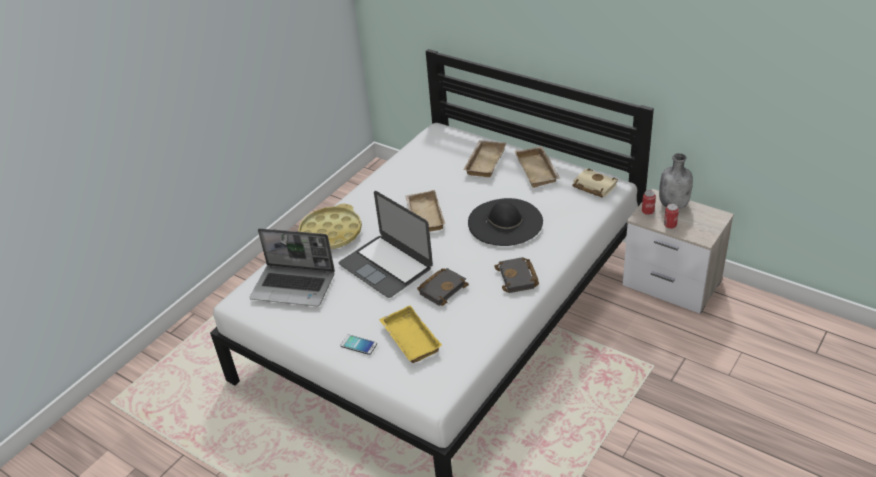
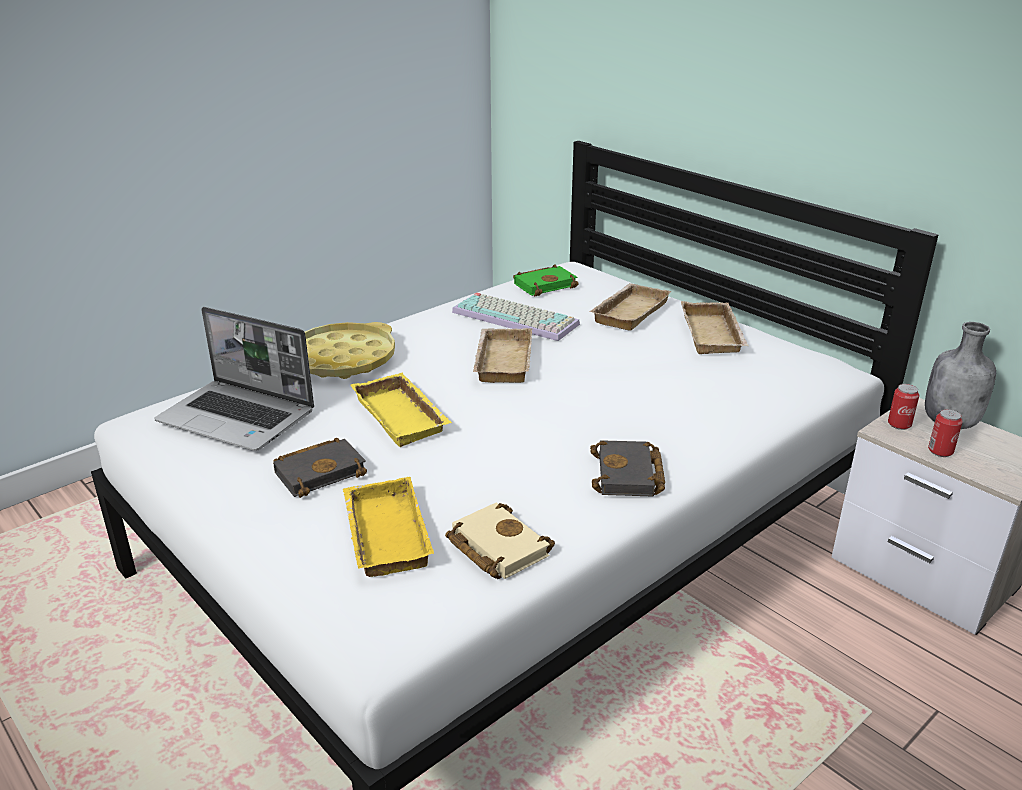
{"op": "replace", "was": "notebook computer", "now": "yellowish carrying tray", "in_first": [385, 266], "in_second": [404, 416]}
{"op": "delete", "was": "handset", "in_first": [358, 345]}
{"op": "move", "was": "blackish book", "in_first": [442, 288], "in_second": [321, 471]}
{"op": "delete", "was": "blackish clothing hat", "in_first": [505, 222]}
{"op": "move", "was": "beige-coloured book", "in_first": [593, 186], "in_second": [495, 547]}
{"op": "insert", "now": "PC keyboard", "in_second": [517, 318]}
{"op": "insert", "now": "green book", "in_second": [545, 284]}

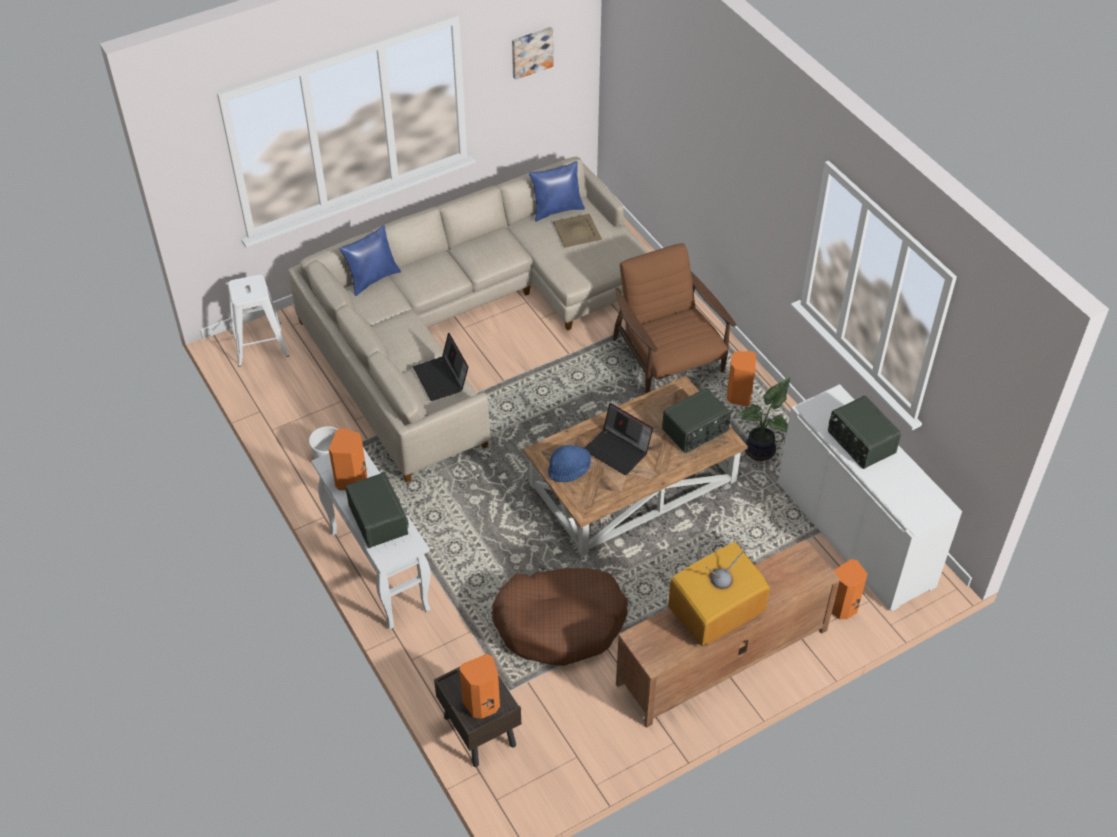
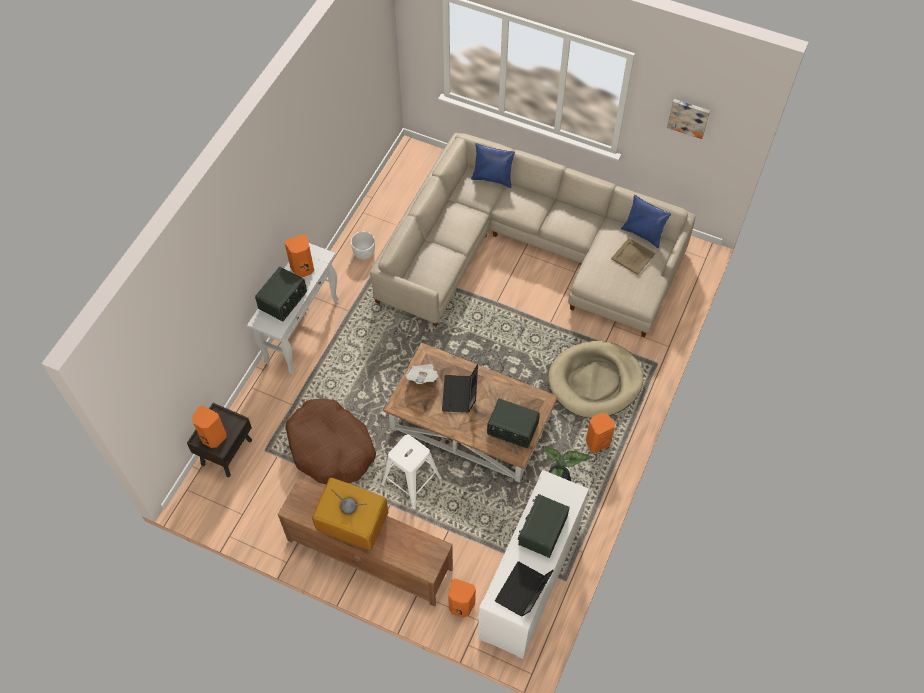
{"op": "move", "was": "whitish stool seat", "in_first": [259, 343], "in_second": [411, 480]}
{"op": "move", "was": "notebook computer", "in_first": [442, 379], "in_second": [523, 592]}
{"op": "replace", "was": "blue-coloured clothing hat", "now": "newspaper", "in_first": [569, 470], "in_second": [423, 377]}
{"op": "replace", "was": "brownish lounge chair", "now": "beige-coloured dog bed", "in_first": [668, 359], "in_second": [595, 381]}

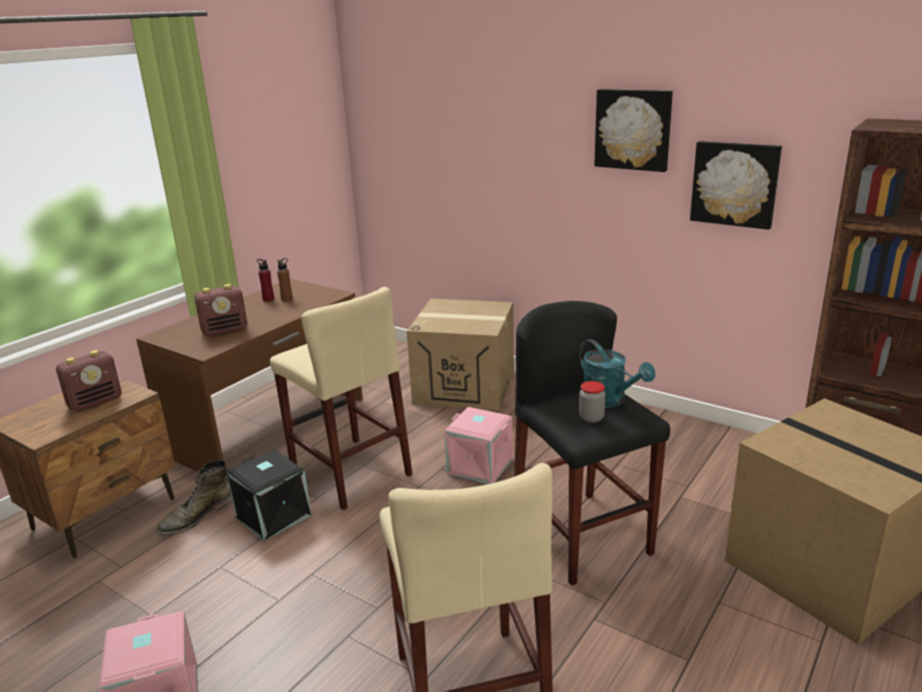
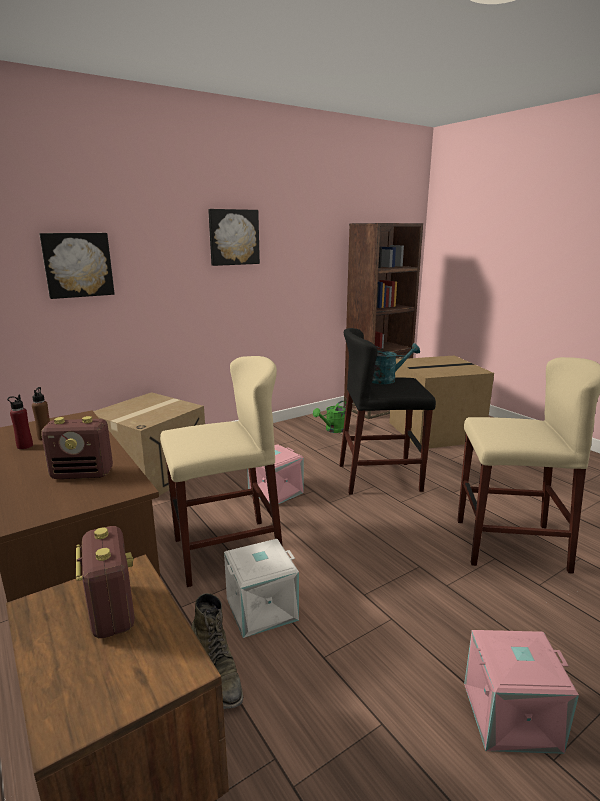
{"op": "rotate", "was": "radio", "in_first": [225, 331], "in_second": [83, 474], "clockwise": 90}
{"op": "recolor", "was": "blackish storage box", "now": "whitish storage box", "in_first": [274, 516], "in_second": [261, 608]}
{"op": "delete", "was": "preserve jar", "in_first": [591, 418]}
{"op": "move", "was": "picture", "in_first": [735, 184], "in_second": [78, 265]}
{"op": "insert", "now": "green watering can", "in_second": [332, 430]}

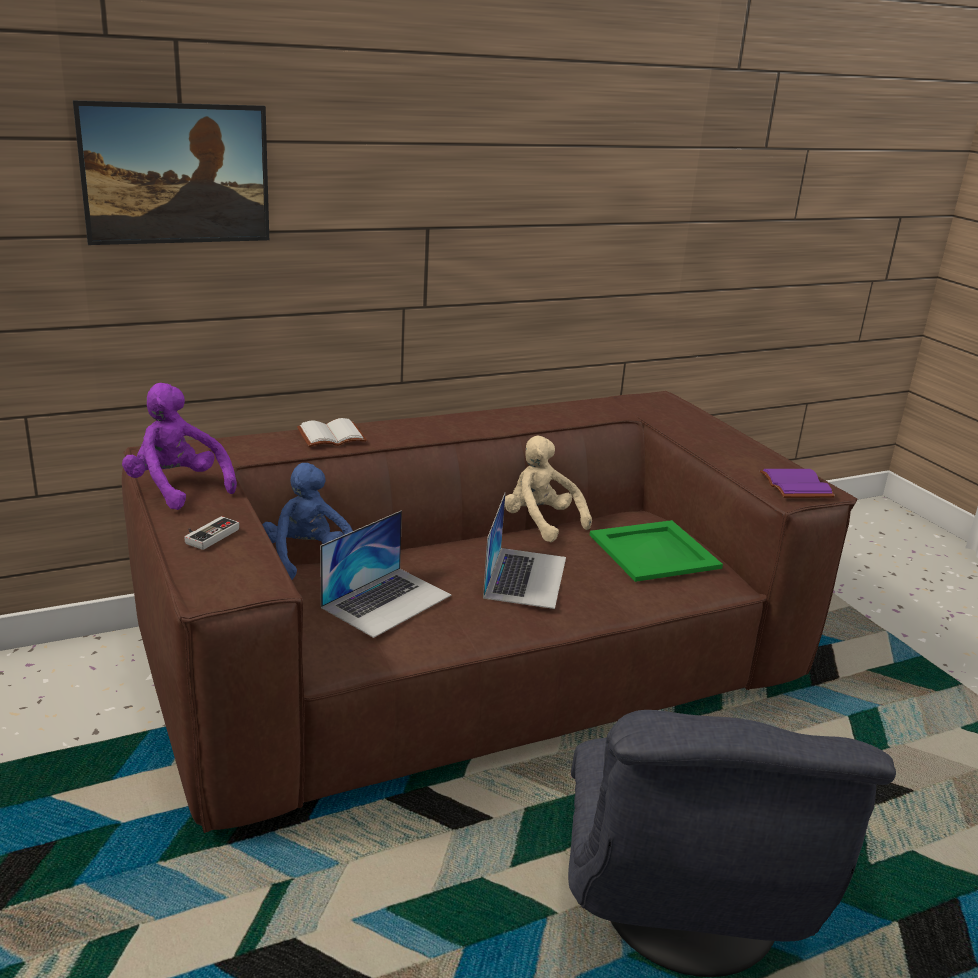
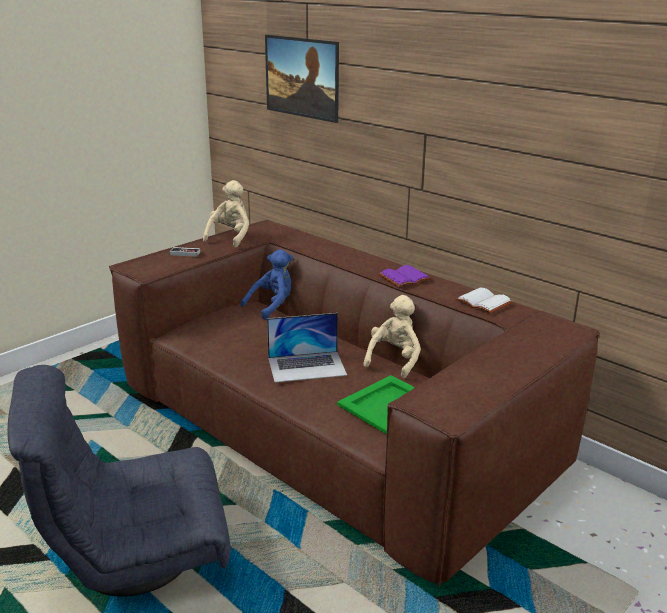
{"op": "recolor", "was": "purple cuddly toy", "now": "beige-coloured cuddly toy", "in_first": [177, 488], "in_second": [230, 237]}
{"op": "move", "was": "whitish book", "in_first": [331, 437], "in_second": [482, 302]}
{"op": "delete", "was": "notebook computer", "in_first": [387, 601]}
{"op": "move", "was": "purple book", "in_first": [793, 485], "in_second": [404, 277]}

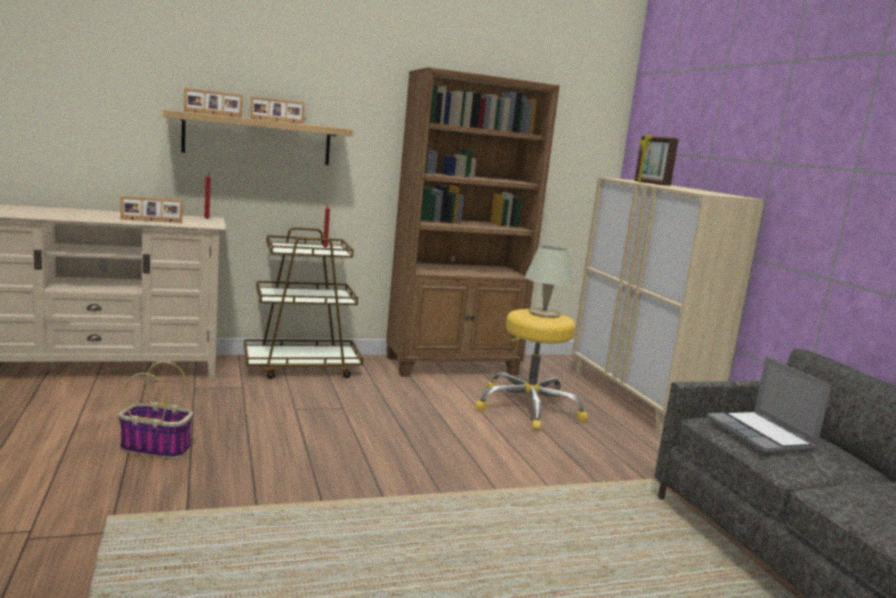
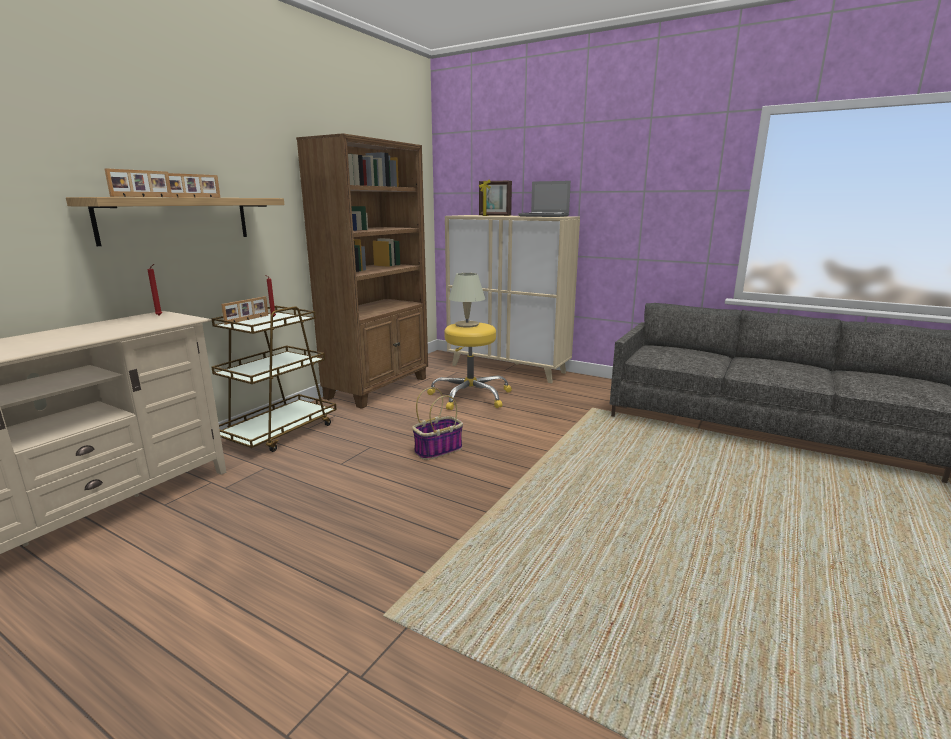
{"op": "move", "was": "storage basket", "in_first": [157, 448], "in_second": [438, 450]}
{"op": "move", "was": "standing frame", "in_first": [151, 221], "in_second": [247, 319]}
{"op": "move", "was": "notebook computer", "in_first": [761, 435], "in_second": [544, 216]}

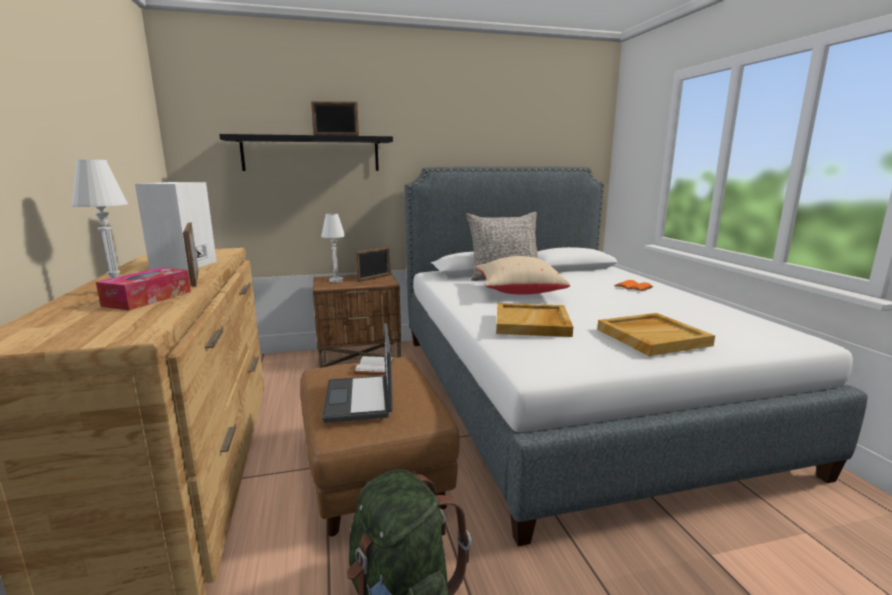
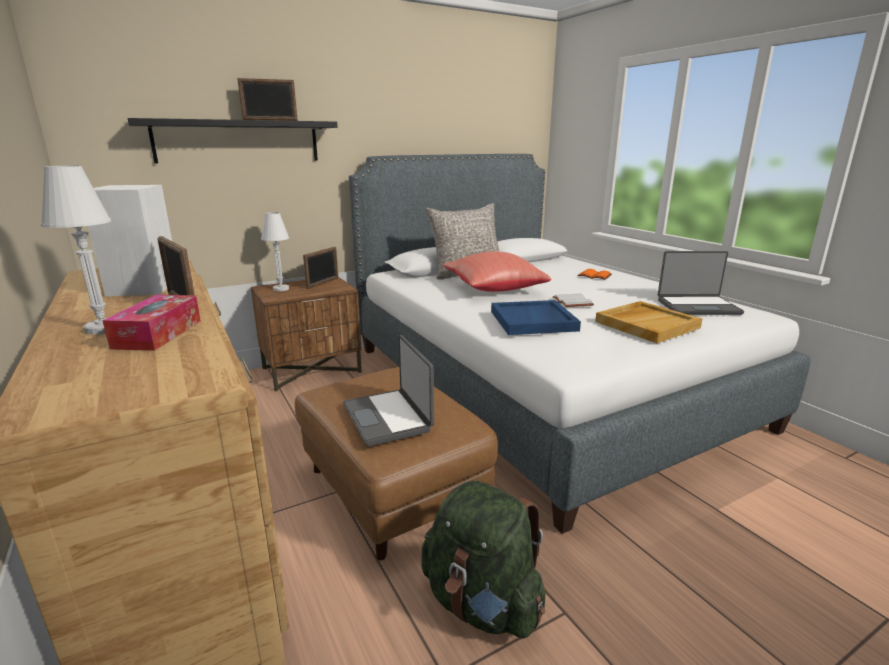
{"op": "move", "was": "whitish book", "in_first": [373, 366], "in_second": [571, 302]}
{"op": "recolor", "was": "beige-coloured throw pillow", "now": "red-coloured throw pillow", "in_first": [518, 292], "in_second": [493, 289]}
{"op": "recolor", "was": "beige-coloured carrying tray", "now": "blue-coloured carrying tray", "in_first": [532, 323], "in_second": [534, 321]}
{"op": "insert", "now": "notebook computer", "in_second": [697, 306]}

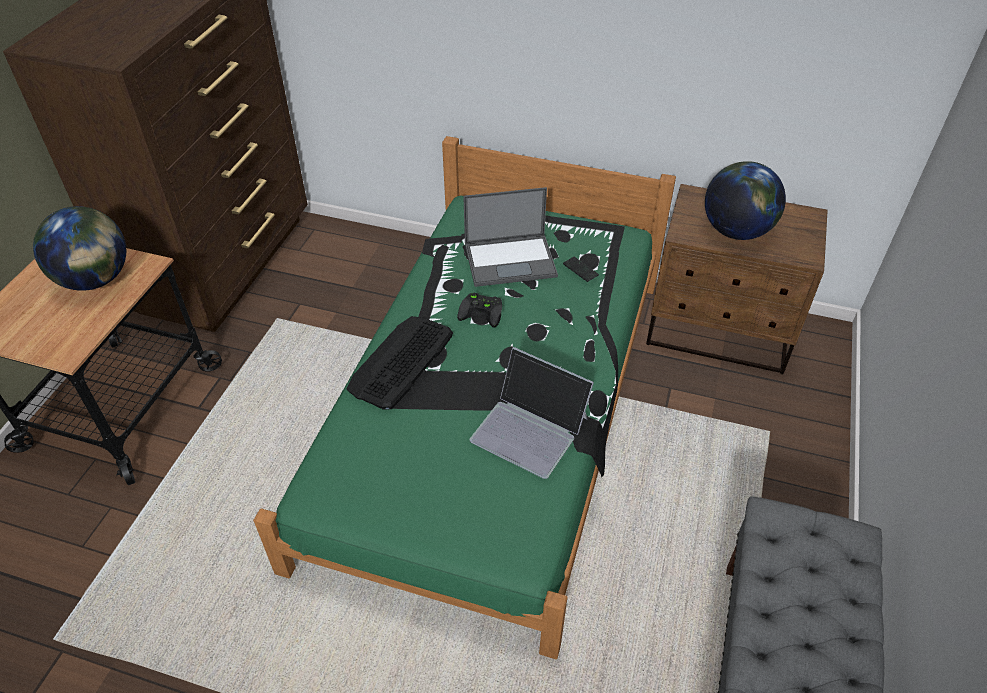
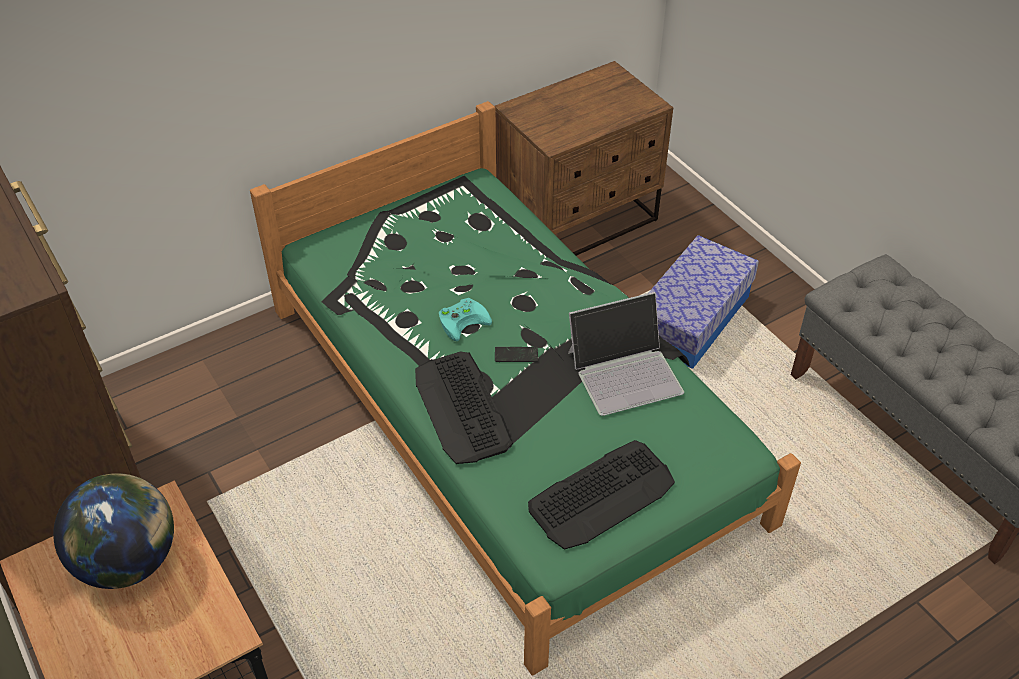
{"op": "recolor", "was": "blackish gamepad", "now": "turquoise-coloured gamepad", "in_first": [483, 311], "in_second": [463, 319]}
{"op": "delete", "was": "notebook computer", "in_first": [511, 260]}
{"op": "move", "was": "handset", "in_first": [580, 270], "in_second": [516, 355]}
{"op": "delete", "was": "globe", "in_first": [736, 230]}
{"op": "insert", "now": "PC keyboard", "in_second": [602, 495]}
{"op": "insert", "now": "storage box", "in_second": [692, 318]}

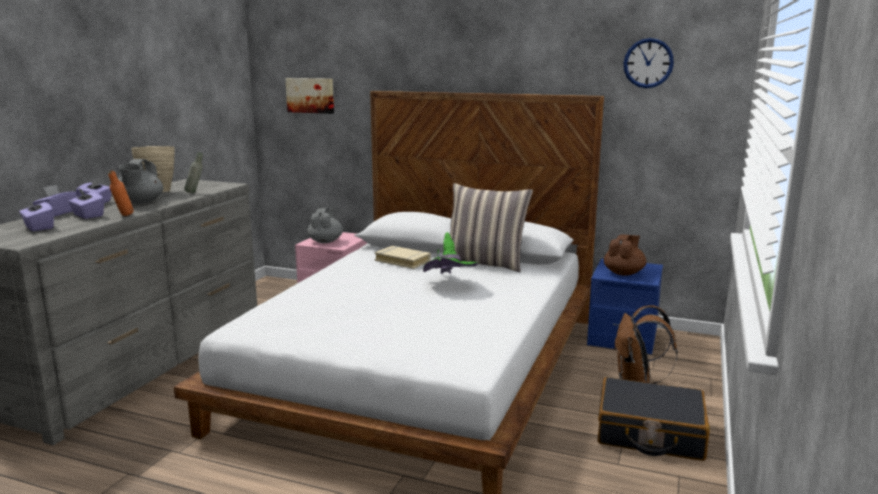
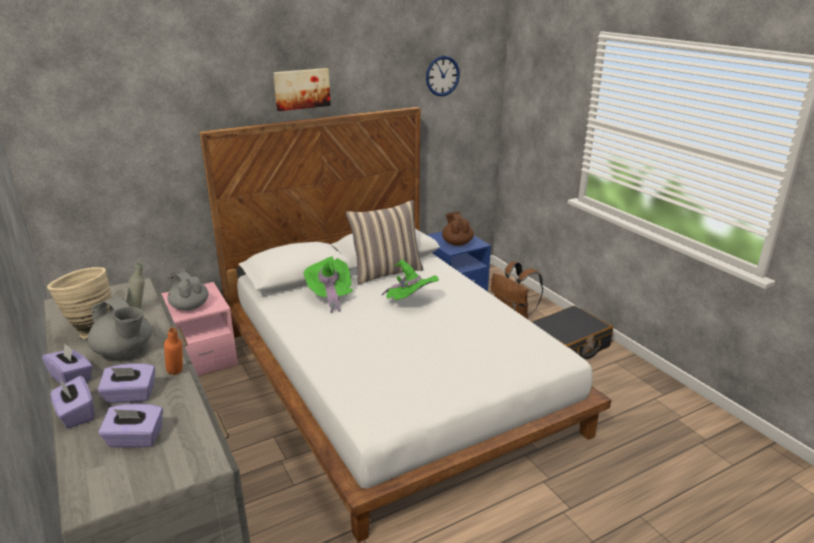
{"op": "move", "was": "picture", "in_first": [311, 95], "in_second": [301, 89]}
{"op": "replace", "was": "beige-coloured book", "now": "green clothing hat", "in_first": [403, 261], "in_second": [330, 296]}

